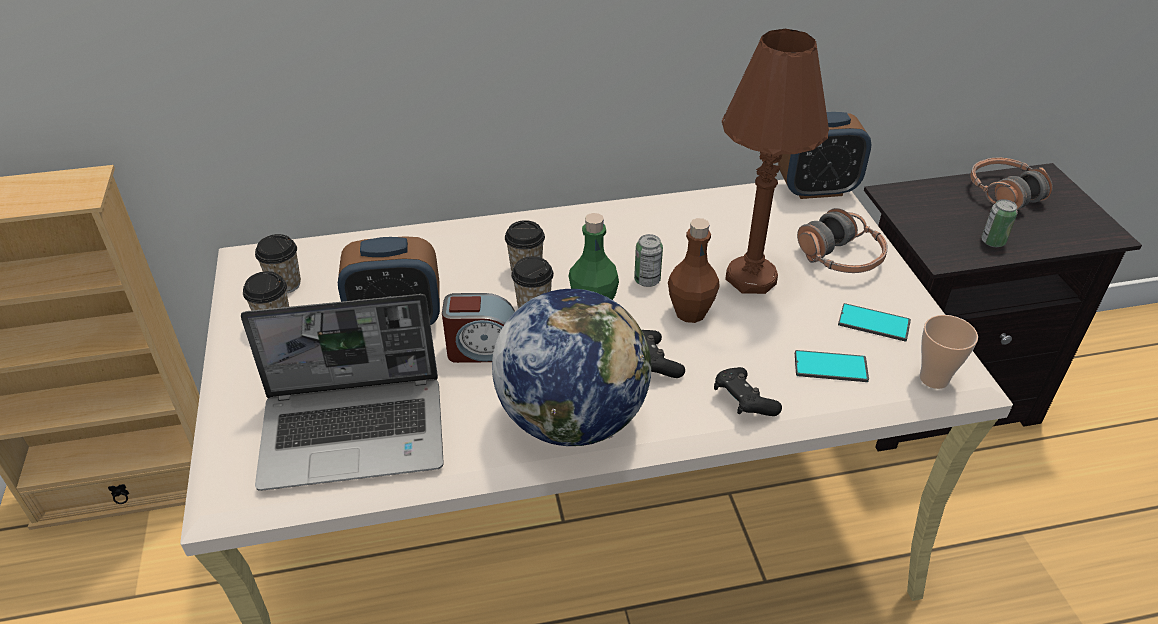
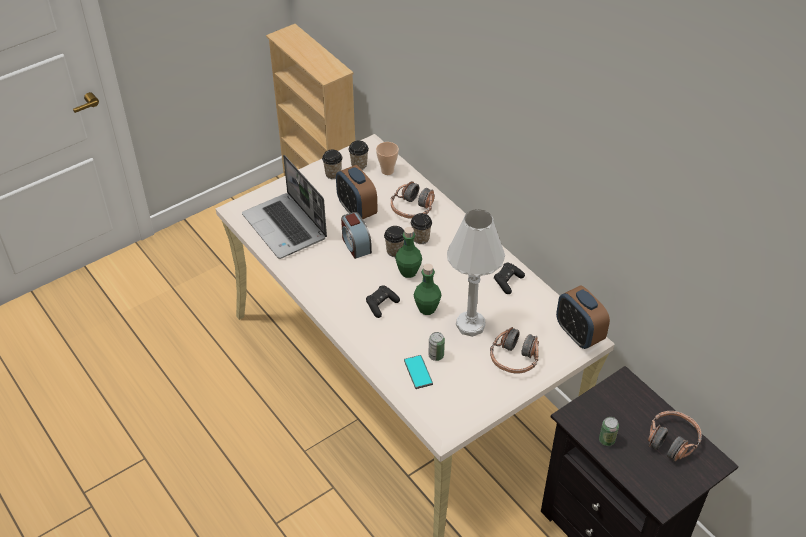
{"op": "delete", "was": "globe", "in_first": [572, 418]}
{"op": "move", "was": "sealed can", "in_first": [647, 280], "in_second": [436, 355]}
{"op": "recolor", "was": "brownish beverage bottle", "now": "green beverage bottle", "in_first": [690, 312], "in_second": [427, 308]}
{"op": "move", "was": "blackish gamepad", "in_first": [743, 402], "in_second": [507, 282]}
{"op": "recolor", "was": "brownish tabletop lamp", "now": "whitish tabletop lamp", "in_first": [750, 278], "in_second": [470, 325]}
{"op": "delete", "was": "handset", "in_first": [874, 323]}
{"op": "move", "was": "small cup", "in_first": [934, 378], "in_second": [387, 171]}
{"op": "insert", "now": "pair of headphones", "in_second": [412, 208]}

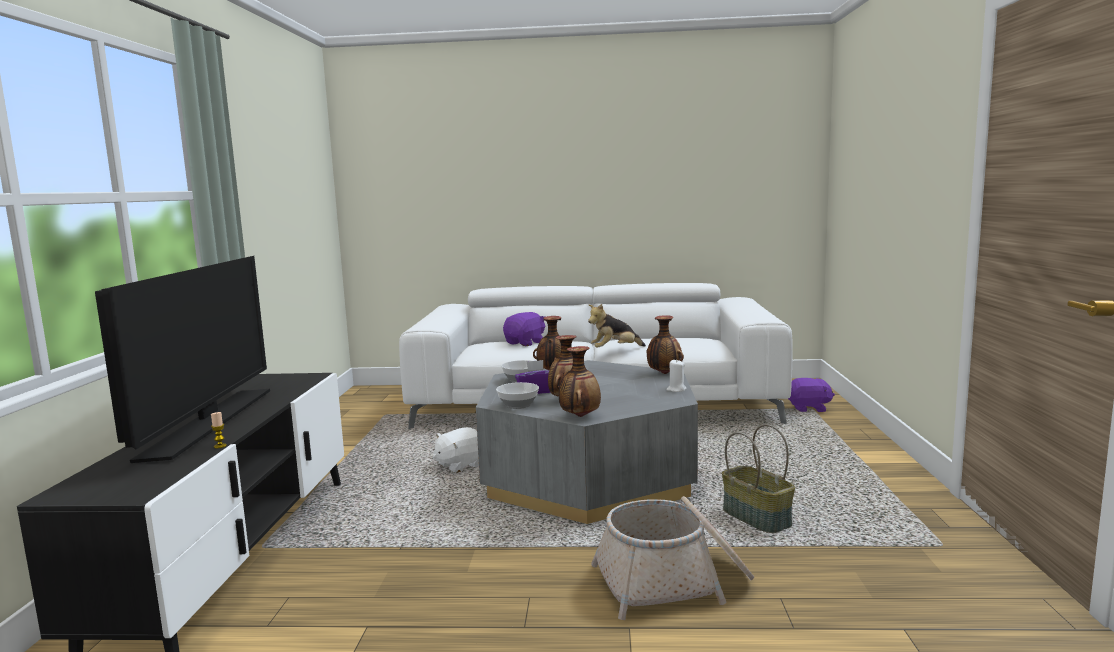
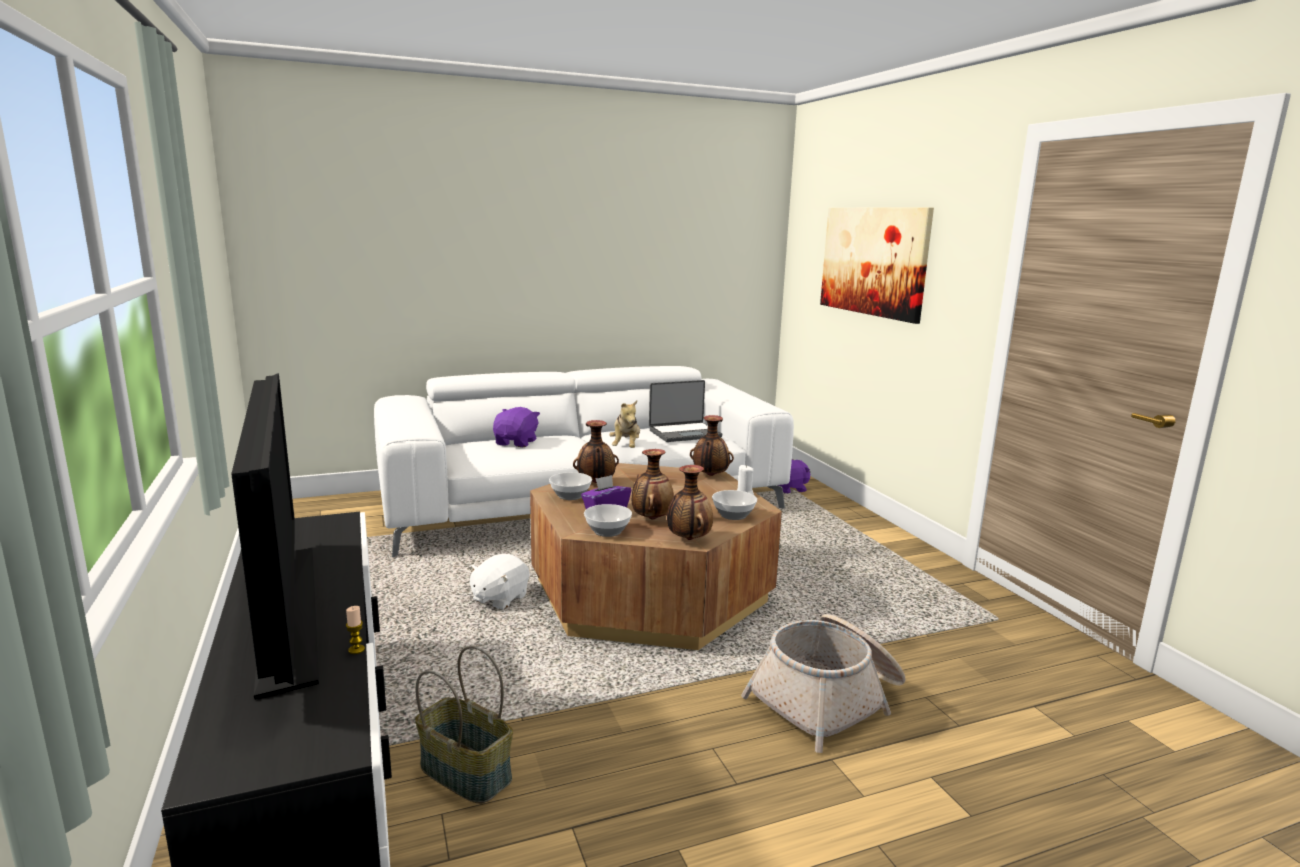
{"op": "recolor", "was": "greyish low table", "now": "brownish low table", "in_first": [589, 475], "in_second": [650, 591]}
{"op": "rotate", "was": "cuddly toy", "in_first": [615, 350], "in_second": [626, 447], "clockwise": -45}
{"op": "move", "was": "storage basket", "in_first": [757, 518], "in_second": [467, 772]}
{"op": "insert", "now": "notebook computer", "in_second": [684, 433]}
{"op": "insert", "now": "serving bowl", "in_second": [733, 516]}
{"op": "insert", "now": "picture", "in_second": [873, 261]}

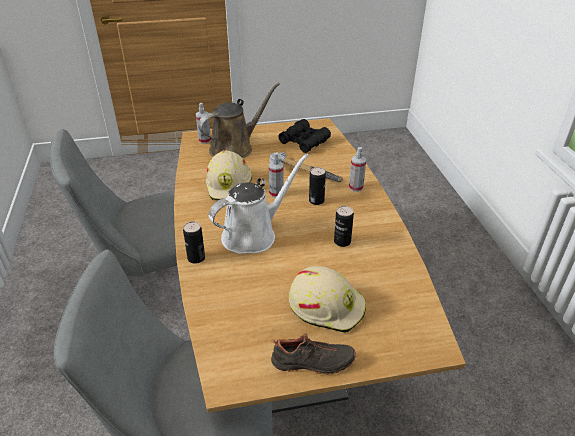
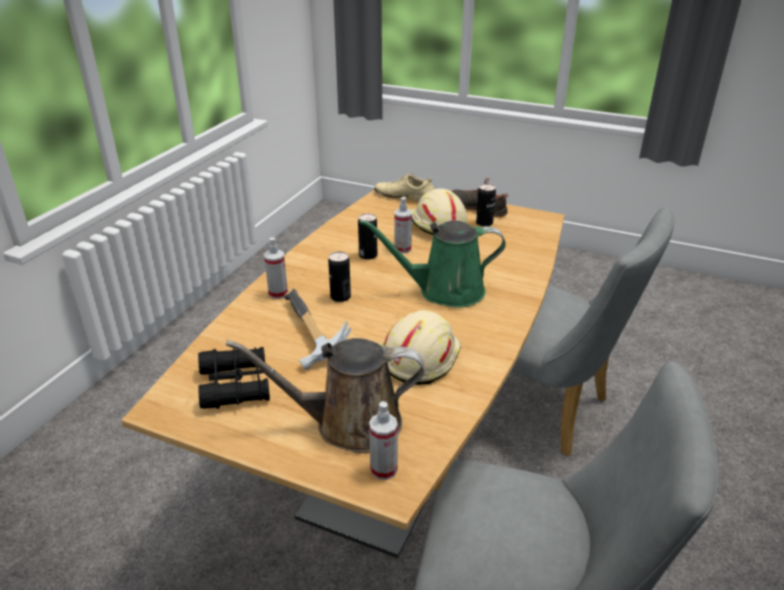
{"op": "move", "was": "sealed can", "in_first": [196, 258], "in_second": [484, 223]}
{"op": "recolor", "was": "whitish watering can", "now": "green watering can", "in_first": [253, 234], "in_second": [444, 291]}
{"op": "move", "was": "hand sprayer", "in_first": [276, 193], "in_second": [402, 249]}
{"op": "insert", "now": "beige-coloured low shoe", "in_second": [405, 196]}

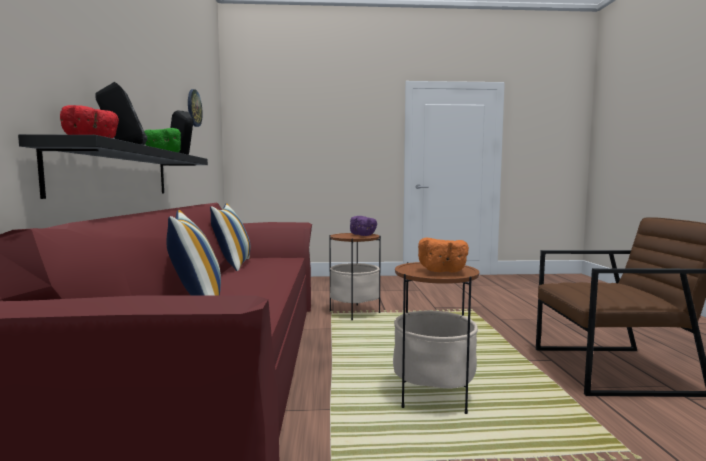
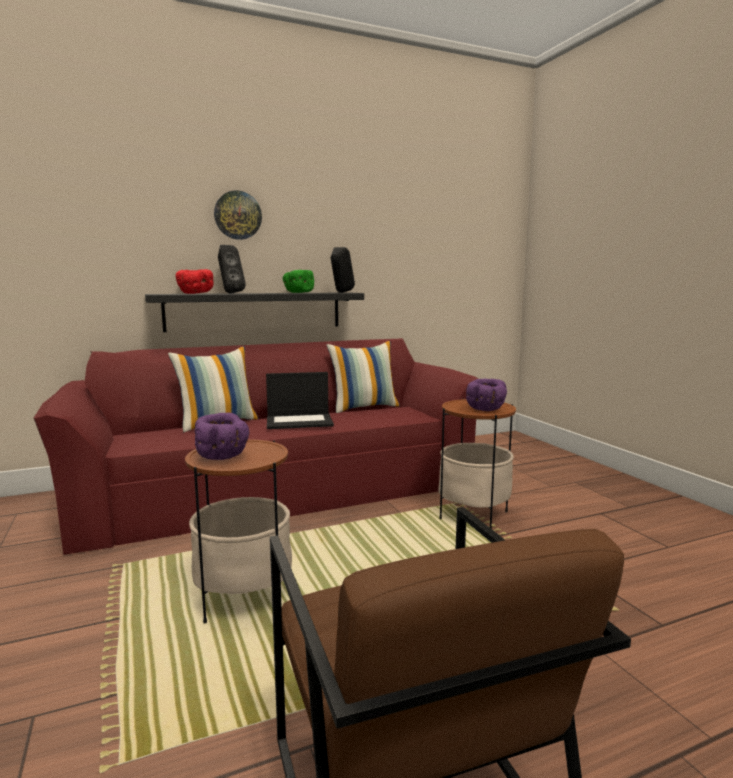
{"op": "move", "was": "wall clock", "in_first": [194, 108], "in_second": [238, 215]}
{"op": "recolor", "was": "orange serving bowl", "now": "purple serving bowl", "in_first": [443, 270], "in_second": [223, 455]}
{"op": "insert", "now": "notebook computer", "in_second": [300, 421]}

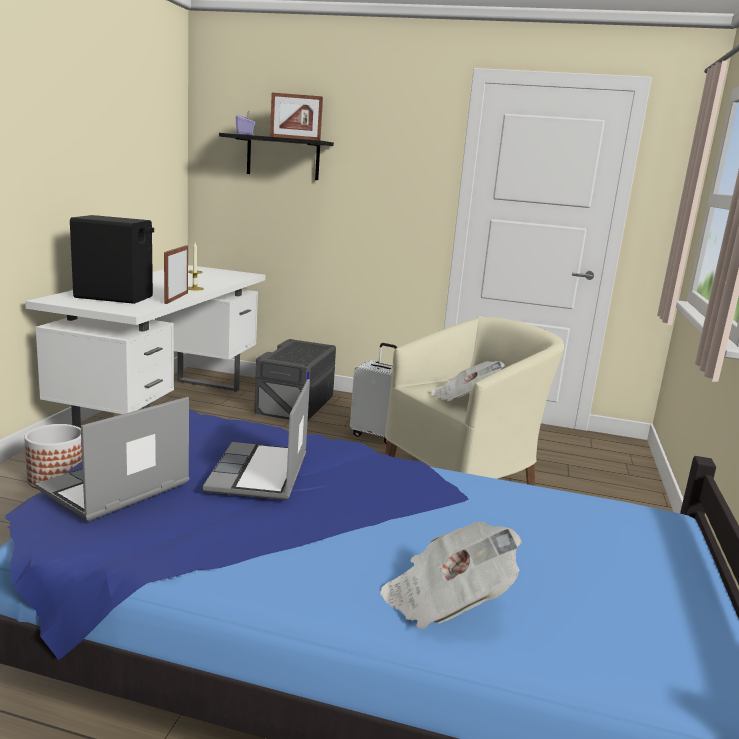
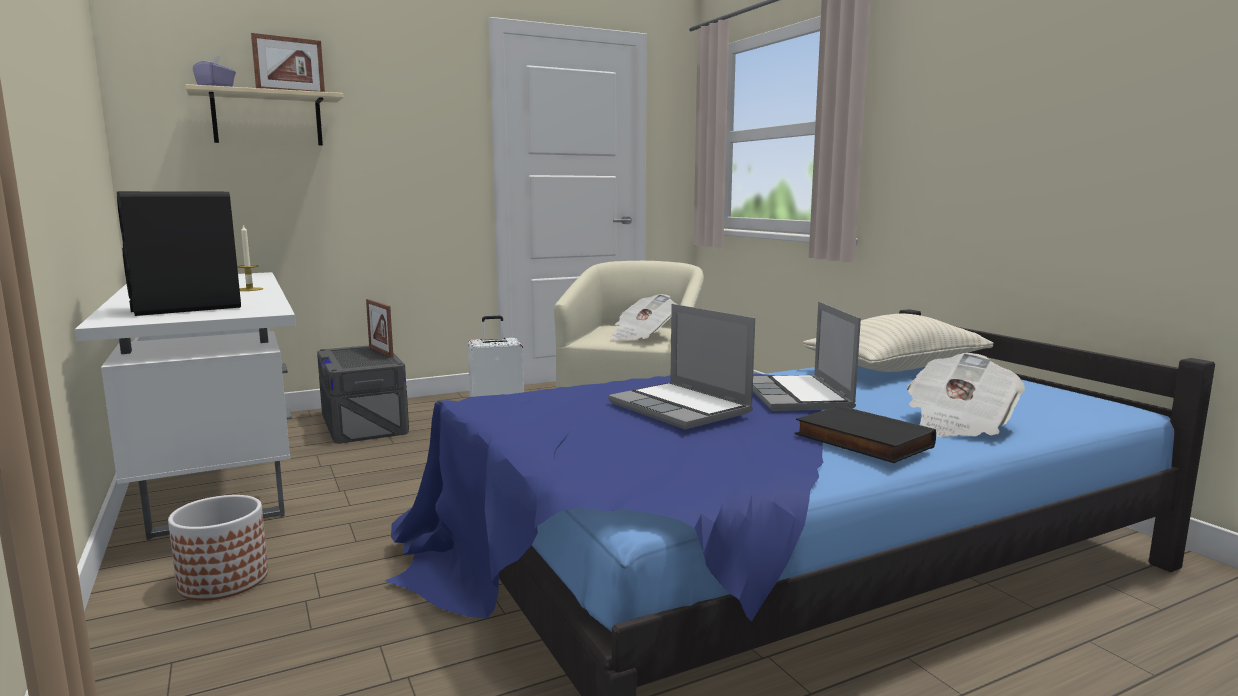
{"op": "move", "was": "notebook computer", "in_first": [114, 488], "in_second": [798, 396]}
{"op": "move", "was": "standing frame", "in_first": [176, 298], "in_second": [381, 352]}
{"op": "recolor", "was": "blackish wall shelf", "now": "beige-coloured wall shelf", "in_first": [283, 158], "in_second": [267, 119]}
{"op": "insert", "now": "blackish book", "in_second": [860, 441]}
{"op": "insert", "now": "beige-coloured throw pillow", "in_second": [896, 368]}

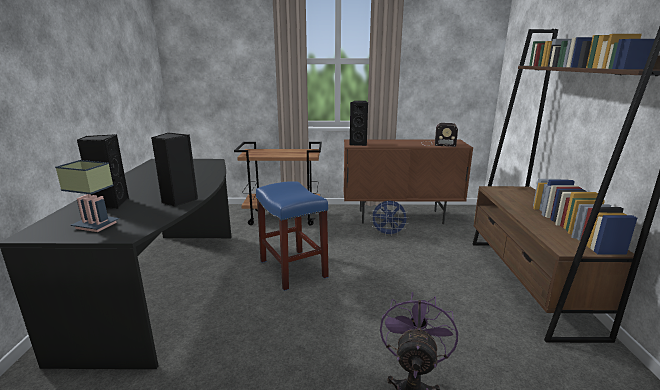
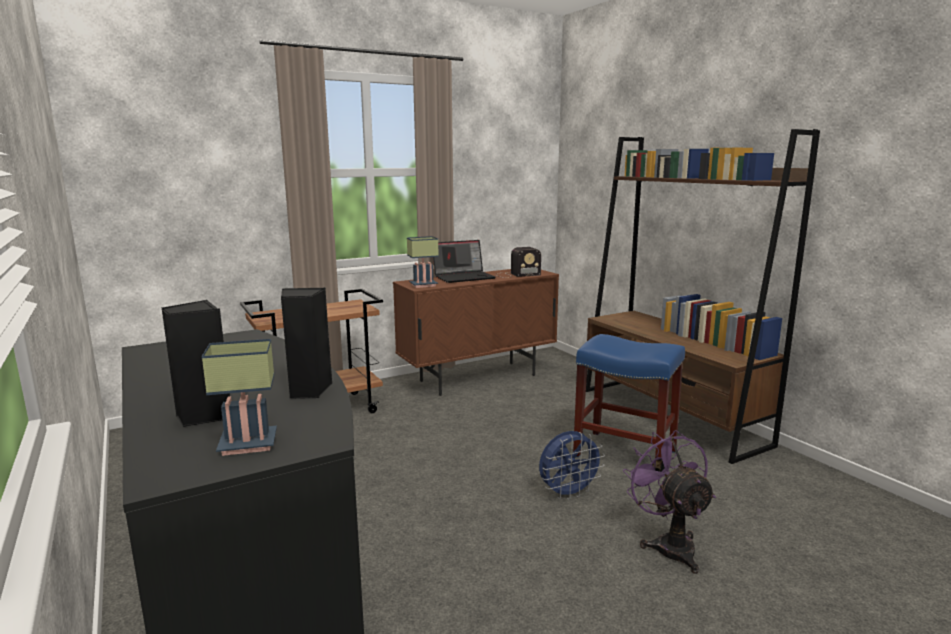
{"op": "move", "was": "blue-coloured stool seat", "in_first": [293, 269], "in_second": [626, 453]}
{"op": "replace", "was": "blackish loudspeaker", "now": "tabletop lamp", "in_first": [359, 144], "in_second": [424, 285]}
{"op": "move", "was": "blue-coloured electric fan", "in_first": [388, 234], "in_second": [568, 494]}
{"op": "insert", "now": "notebook computer", "in_second": [464, 277]}

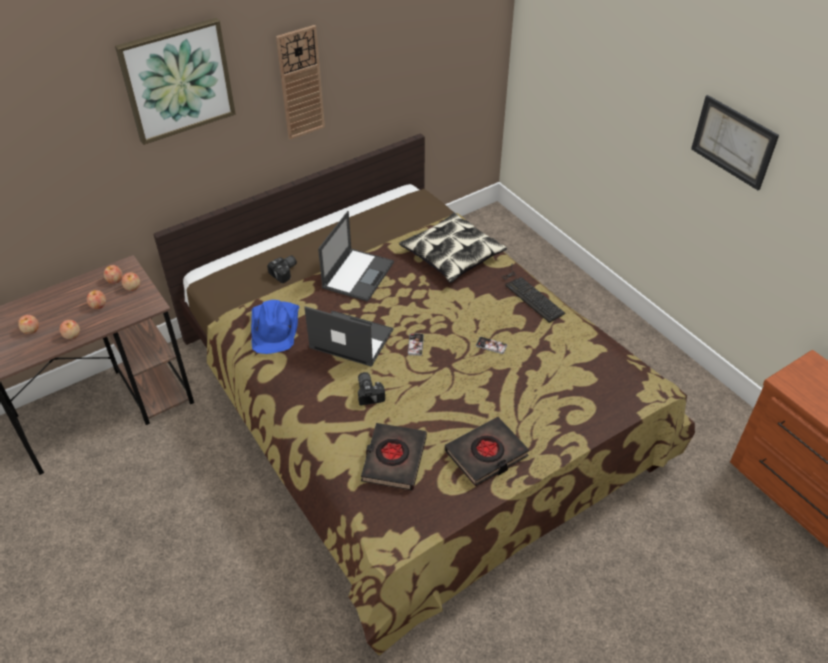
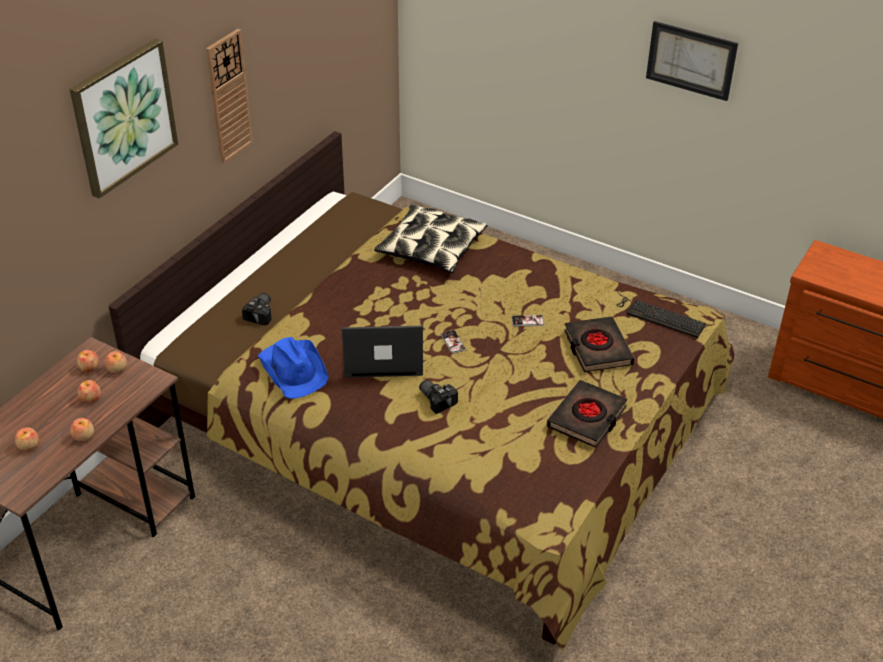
{"op": "delete", "was": "notebook computer", "in_first": [358, 274]}
{"op": "move", "was": "blackish book", "in_first": [393, 459], "in_second": [597, 348]}
{"op": "move", "was": "PC keyboard", "in_first": [530, 294], "in_second": [657, 315]}

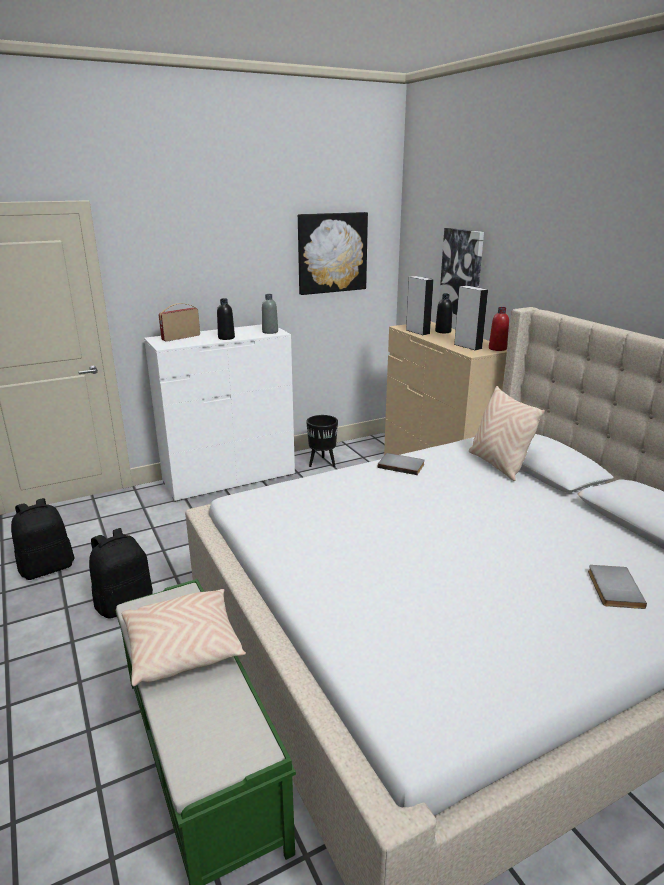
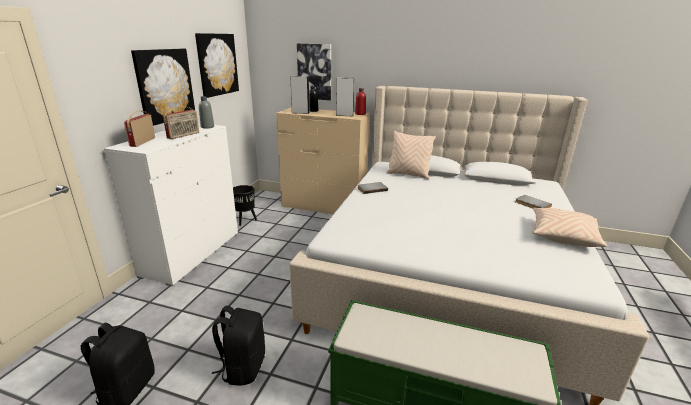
{"op": "move", "was": "beige-coloured throw pillow", "in_first": [183, 648], "in_second": [562, 236]}
{"op": "replace", "was": "blackish beverage bottle", "now": "radio", "in_first": [226, 338], "in_second": [184, 135]}
{"op": "insert", "now": "picture", "in_second": [164, 85]}

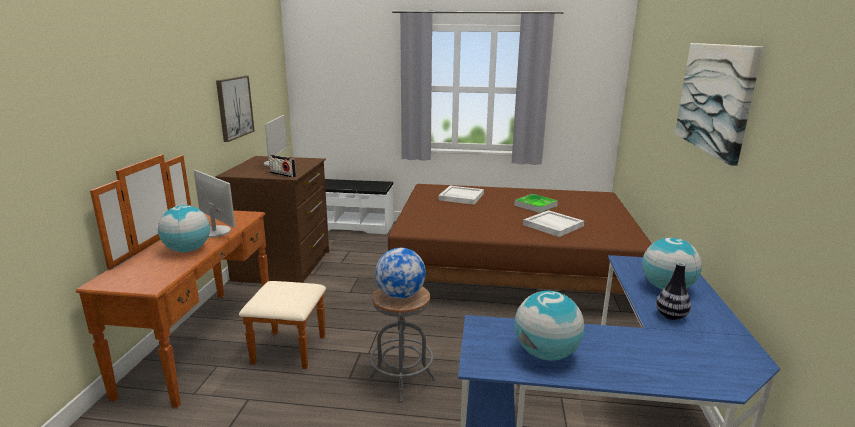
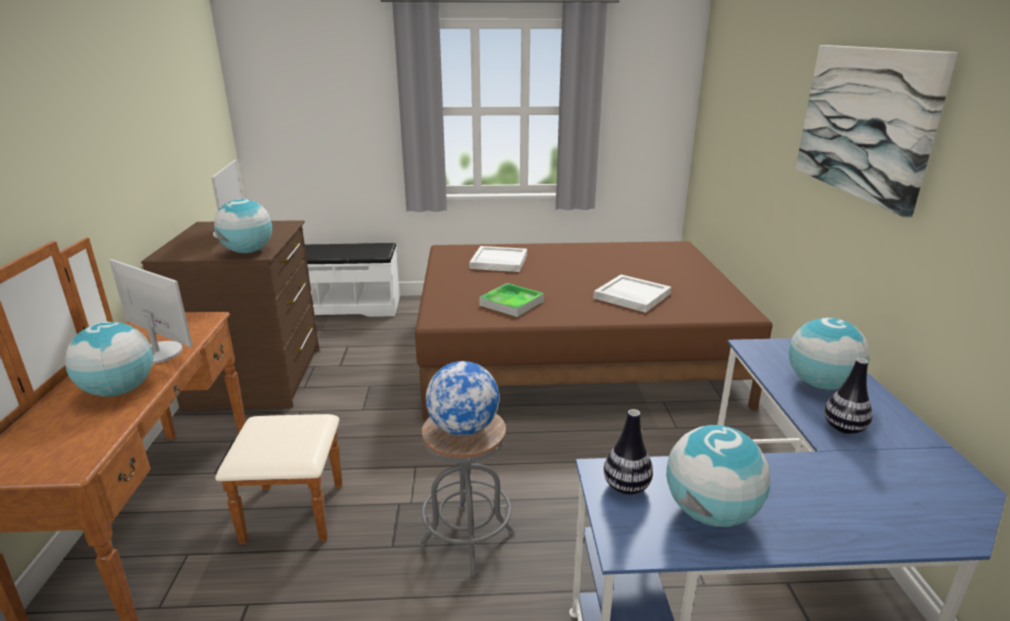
{"op": "delete", "was": "picture", "in_first": [234, 107]}
{"op": "replace", "was": "radio", "now": "globe", "in_first": [283, 174], "in_second": [248, 251]}
{"op": "move", "was": "carrying tray", "in_first": [535, 205], "in_second": [511, 303]}
{"op": "insert", "now": "decorative vase", "in_second": [626, 487]}

